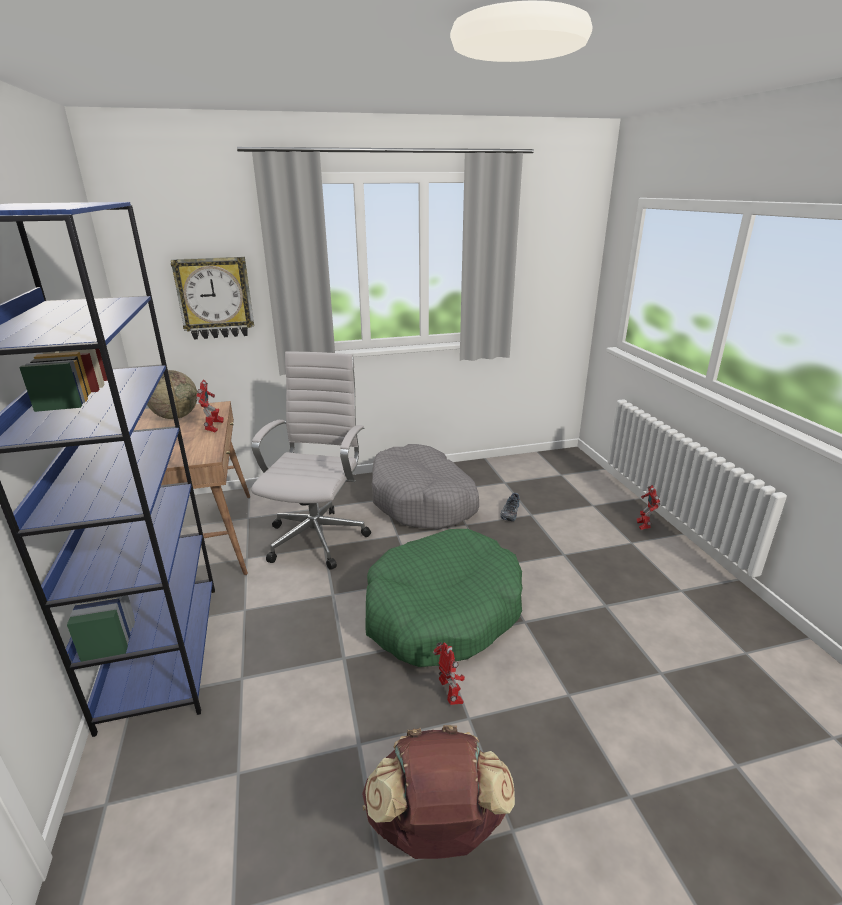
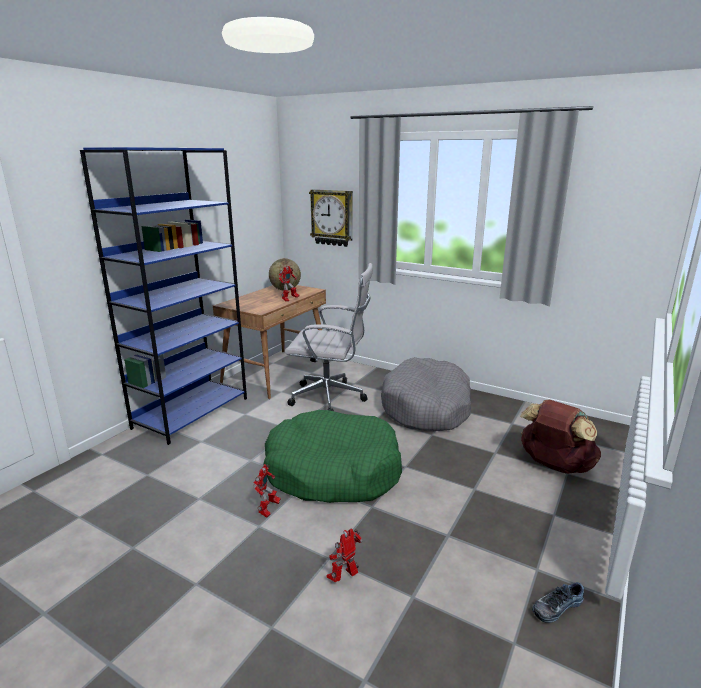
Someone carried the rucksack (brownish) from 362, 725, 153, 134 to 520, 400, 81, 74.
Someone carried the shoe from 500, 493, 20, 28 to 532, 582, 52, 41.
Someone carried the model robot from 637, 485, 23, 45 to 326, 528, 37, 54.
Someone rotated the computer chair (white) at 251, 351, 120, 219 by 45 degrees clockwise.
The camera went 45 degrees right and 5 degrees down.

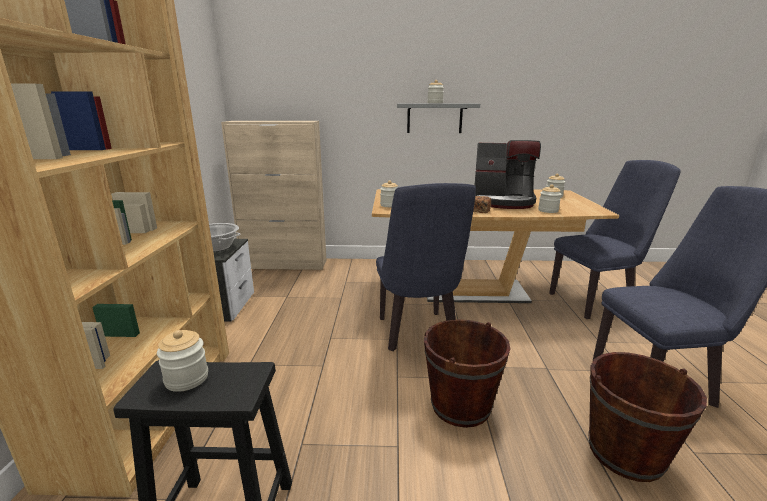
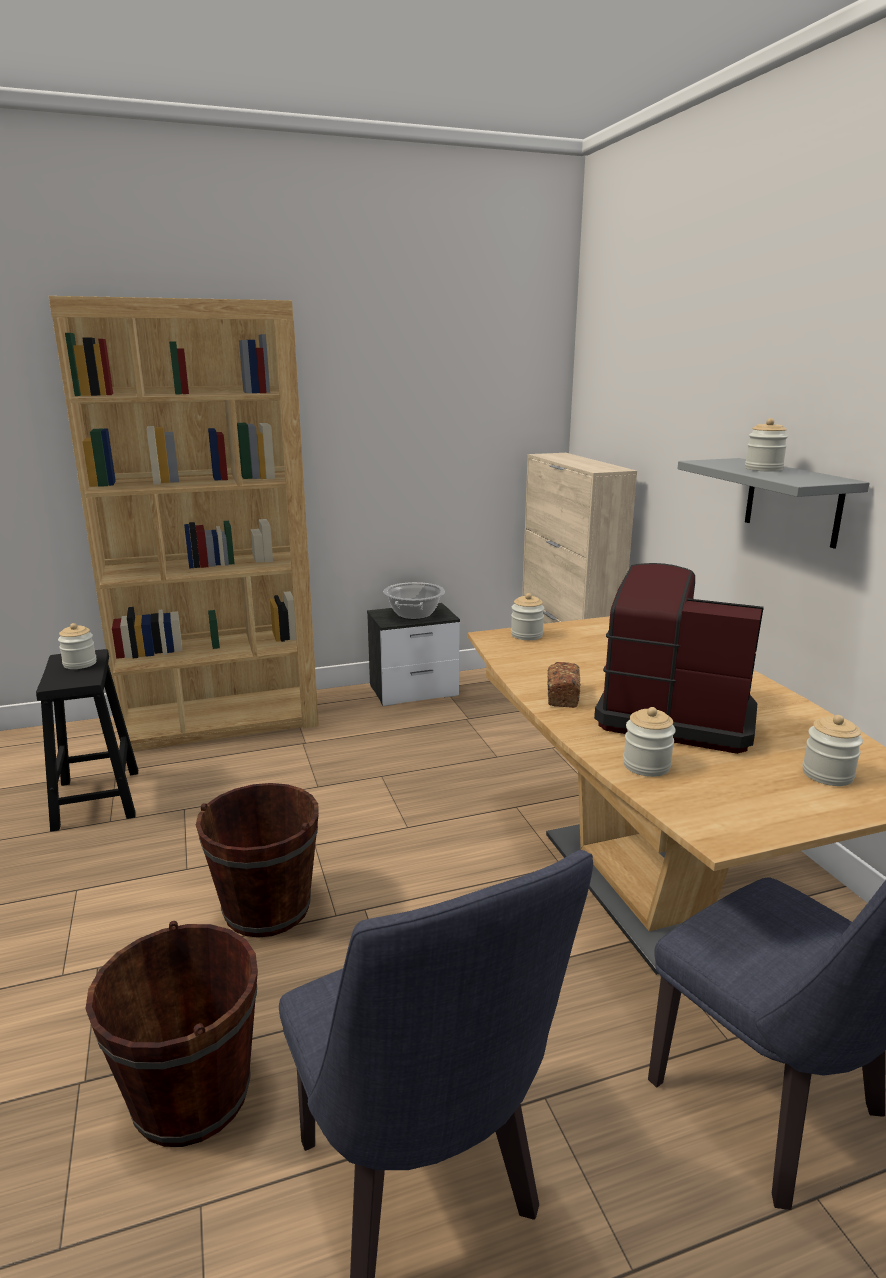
Someone took away the plain chair (blue) at 376, 183, 100, 168.
Someone rotated the coffee maker at 475, 140, 66, 69 by 120 degrees clockwise.
The camera went 70 degrees right and 0 degrees up.

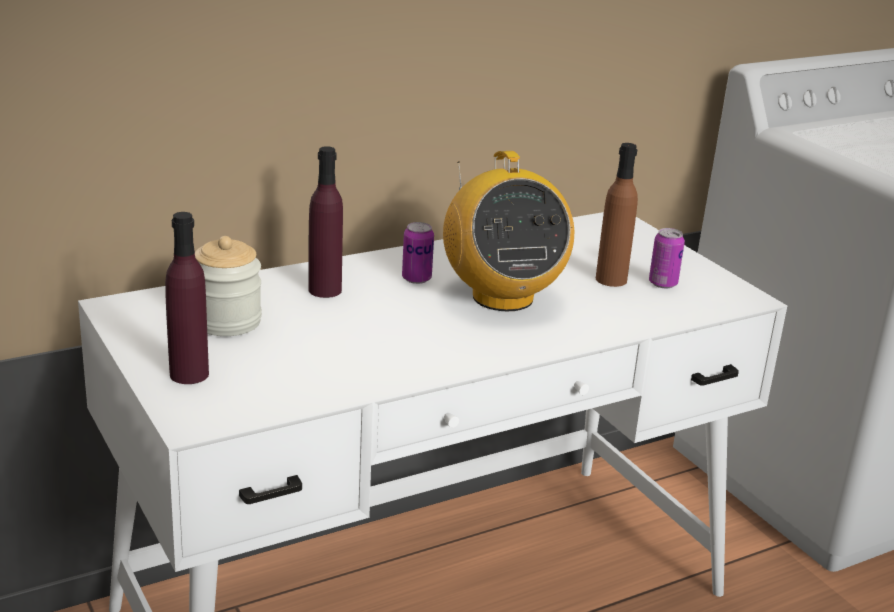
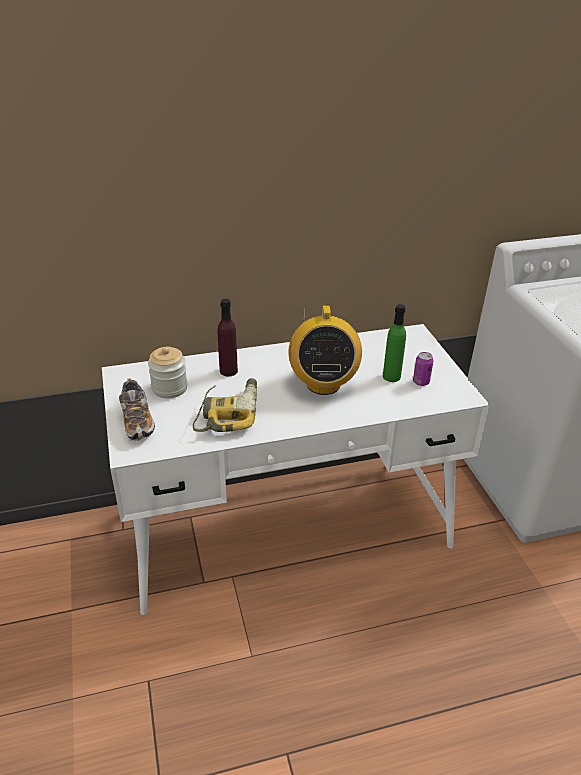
Someone took away the can at 402, 222, 32, 62.
Someone put down the power drill at 193, 378, 64, 54.
Someone swapped the bottle (purple-coloured) at 165, 212, 44, 172 for the shoe at 119, 378, 36, 63.
Someone repainted the bottle (brownish) at 596, 143, 42, 144, which became the bottle (greenish) at 383, 304, 23, 78.
The camera went 15 degrees right and 10 degrees up.

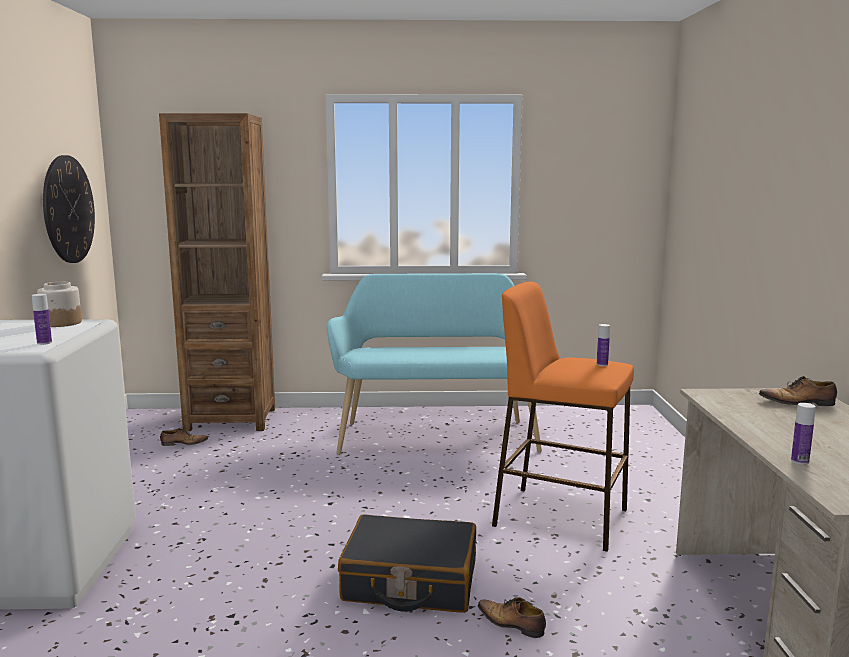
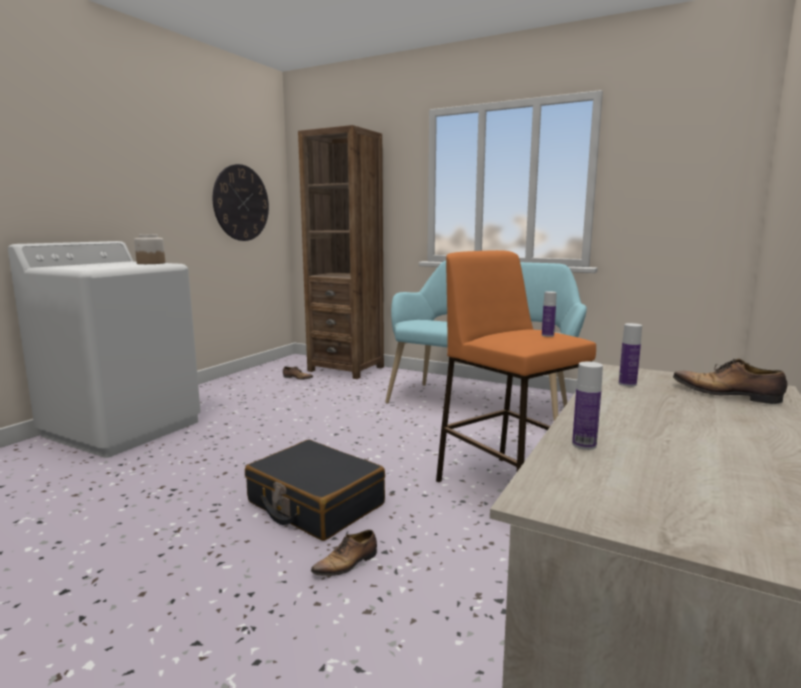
Someone carried the bottle from 32, 294, 20, 51 to 619, 323, 23, 64.
Someone rotated the shoe at 478, 597, 68, 41 by 105 degrees counterclockwise.
The camera went 30 degrees right and 0 degrees up.

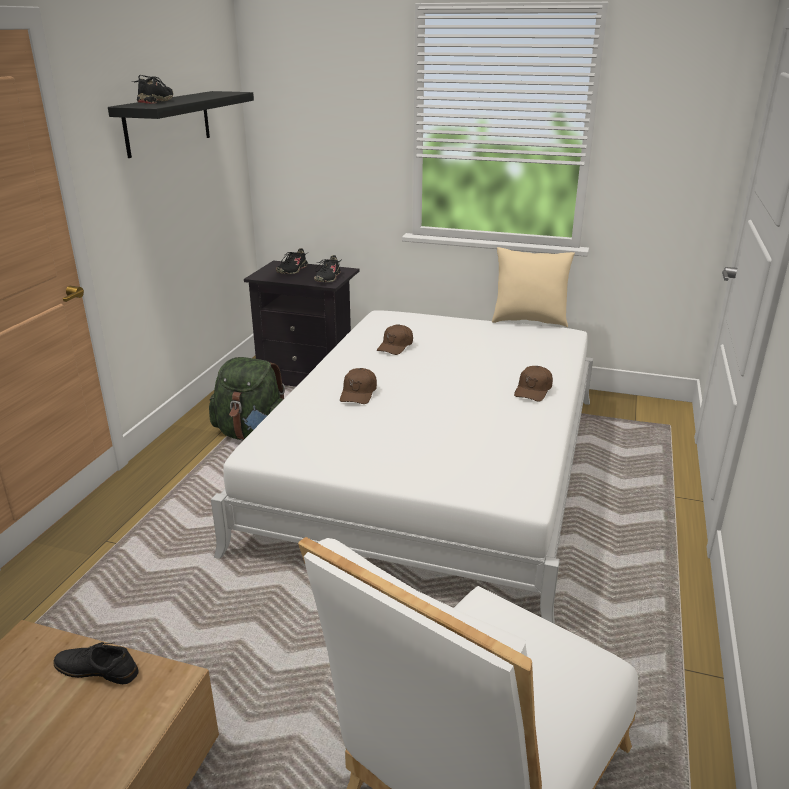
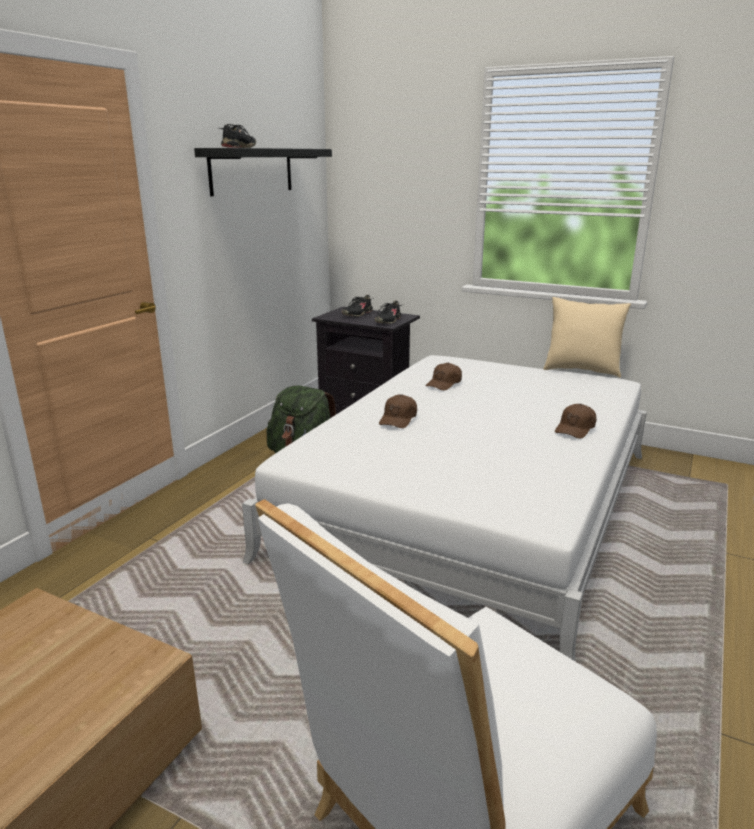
Someone took away the shoe (black-coloured) at 53, 642, 86, 42.
The camera went 10 degrees right and 5 degrees down.

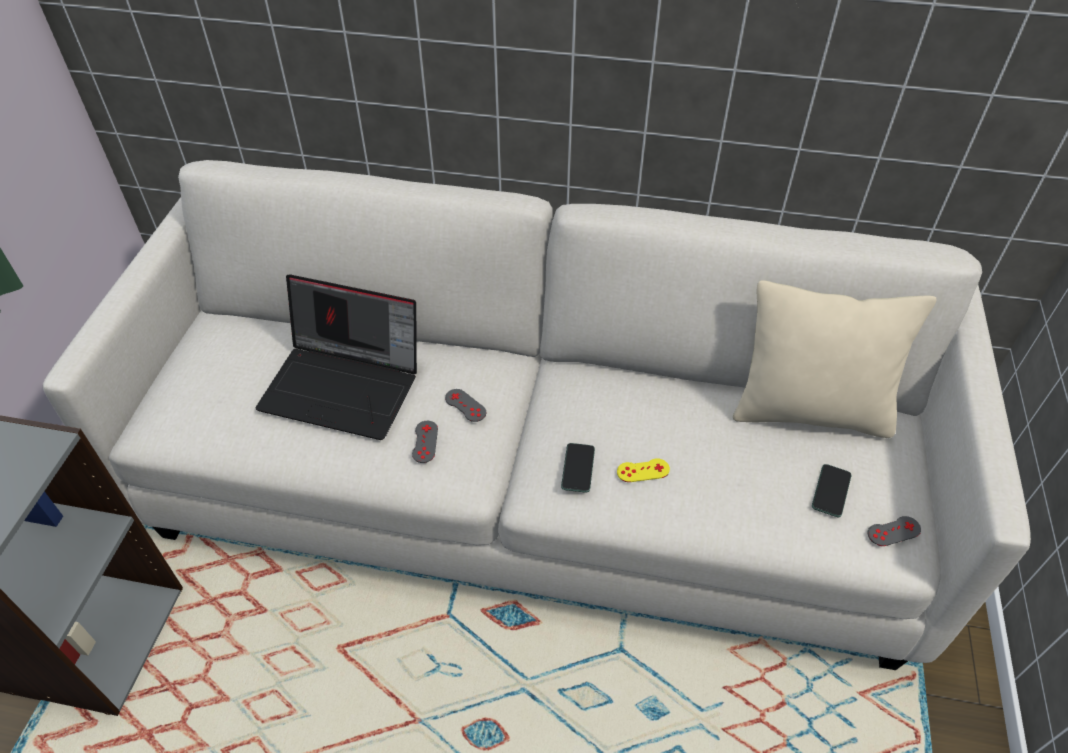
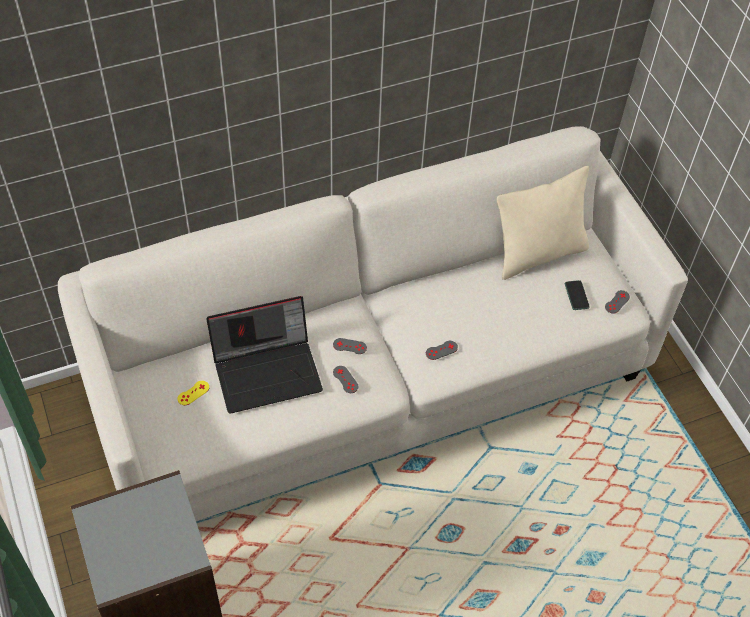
Someone carried the gamepad (yellow-coloured) from 617, 458, 53, 24 to 177, 381, 32, 24.
Someone swapped the telephone at 561, 443, 34, 50 for the gamepad (gray) at 426, 341, 32, 19.
The camera went 35 degrees left and 5 degrees up.

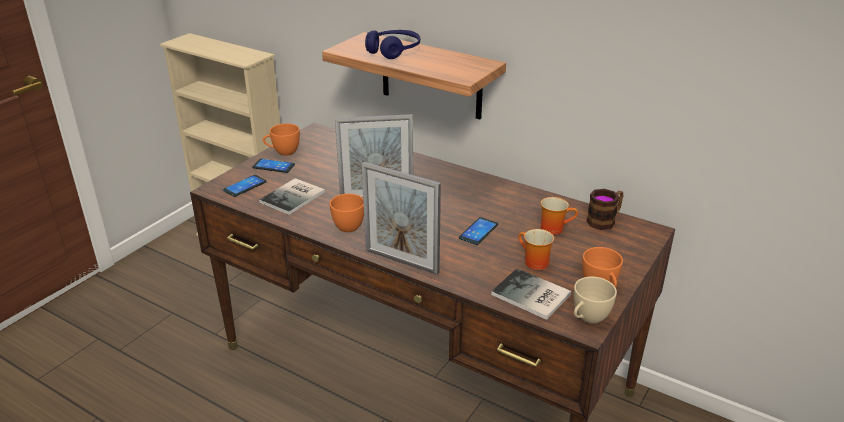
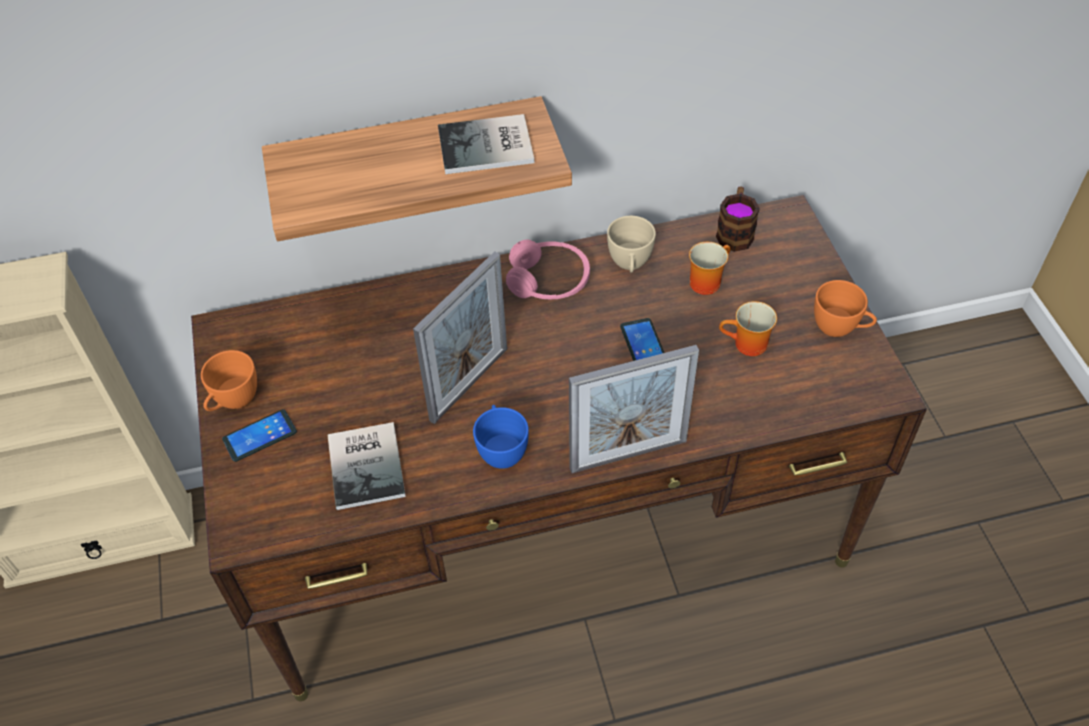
Someone took away the telephone at 223, 175, 44, 22.
Someone took away the headphones (blue) at 365, 30, 55, 29.
Someone put down the headphones (pink-coloured) at 506, 239, 84, 60.
Someone carried the volume from 491, 268, 81, 52 to 438, 114, 96, 60.
Someone carried the small cup (sand-coloured) from 574, 276, 43, 48 to 607, 216, 49, 57.
Someone repainted the small cup (orange) at 330, 194, 34, 38, which became the small cup (blue) at 473, 405, 56, 64.
The camera went 45 degrees left and 20 degrees up.

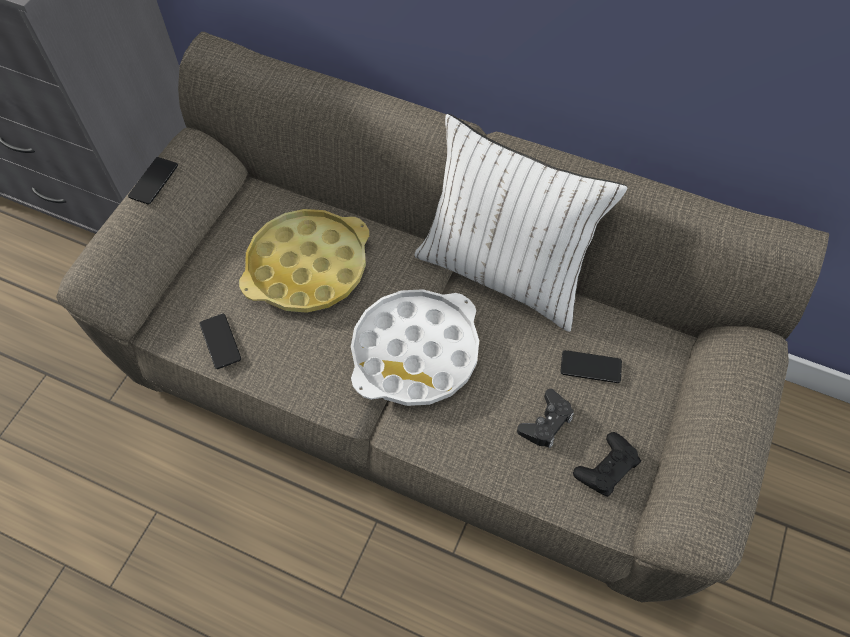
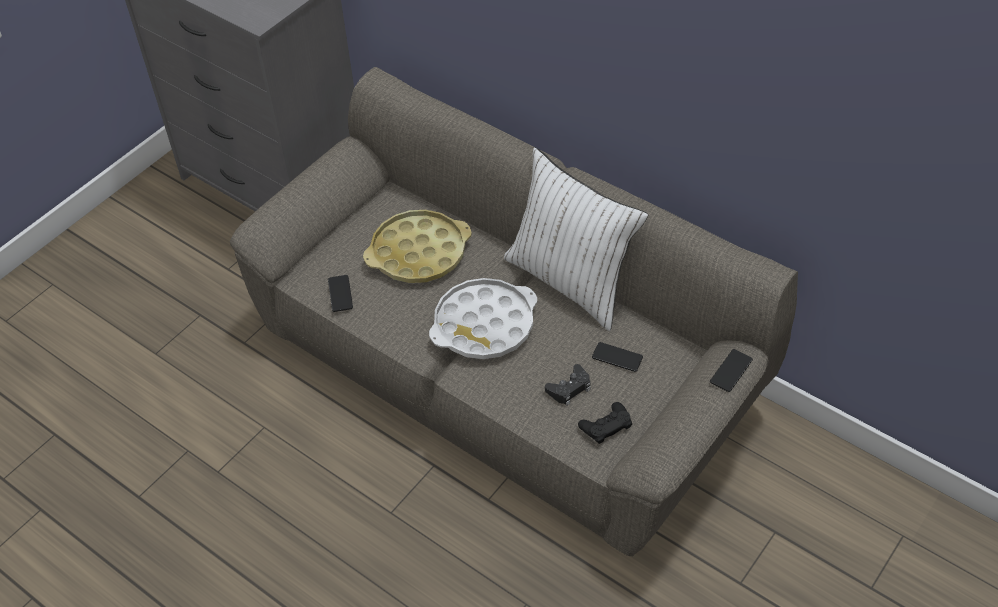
Someone carried the telephone from 128, 157, 50, 48 to 710, 349, 43, 43.
The camera went 15 degrees right and 10 degrees down.

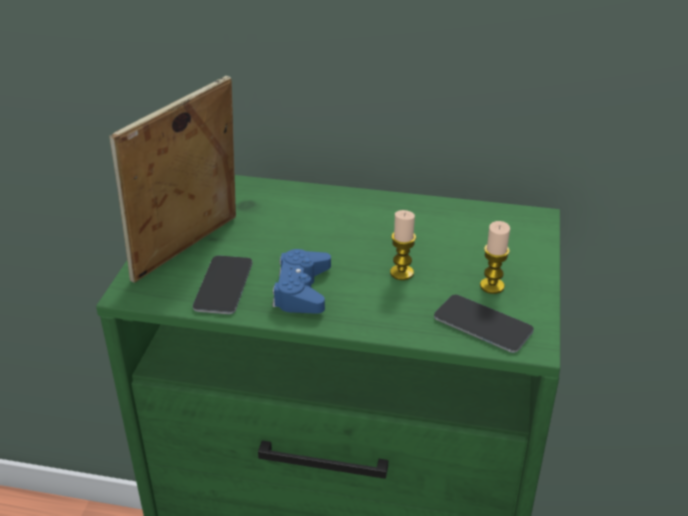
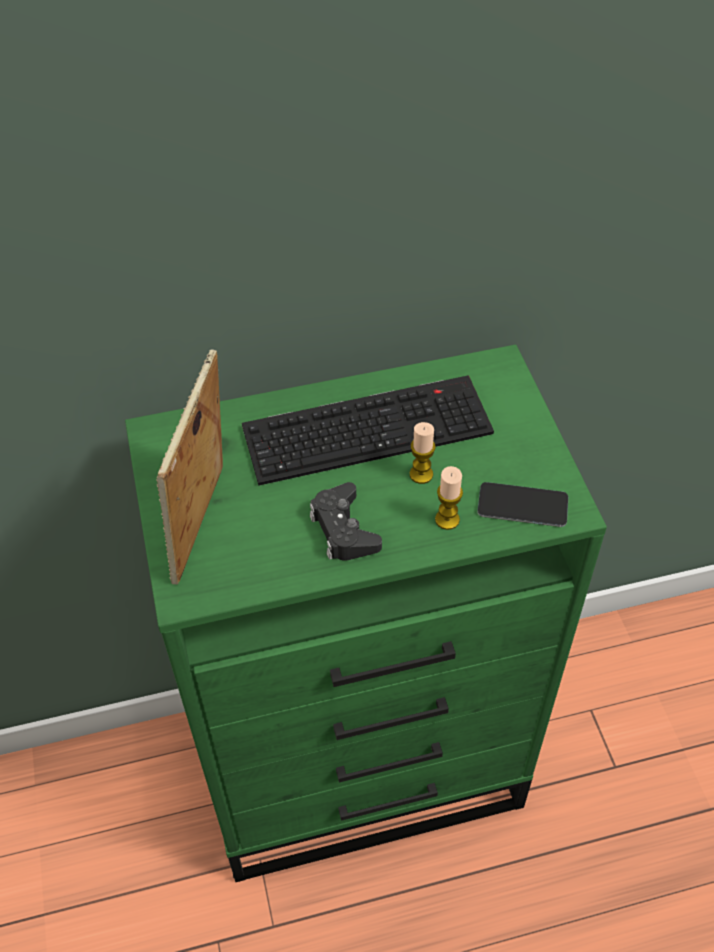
Someone took away the telephone at 193, 256, 59, 58.
Someone put down the PC keyboard at 242, 375, 252, 111.
Someone carried the wax candle from 480, 221, 30, 73 to 435, 466, 28, 64.
Someone repainted the gamepad (blue) at 272, 249, 59, 65, which became the gamepad (black-coloured) at 310, 482, 72, 79.
The camera went 25 degrees left and 15 degrees up.

